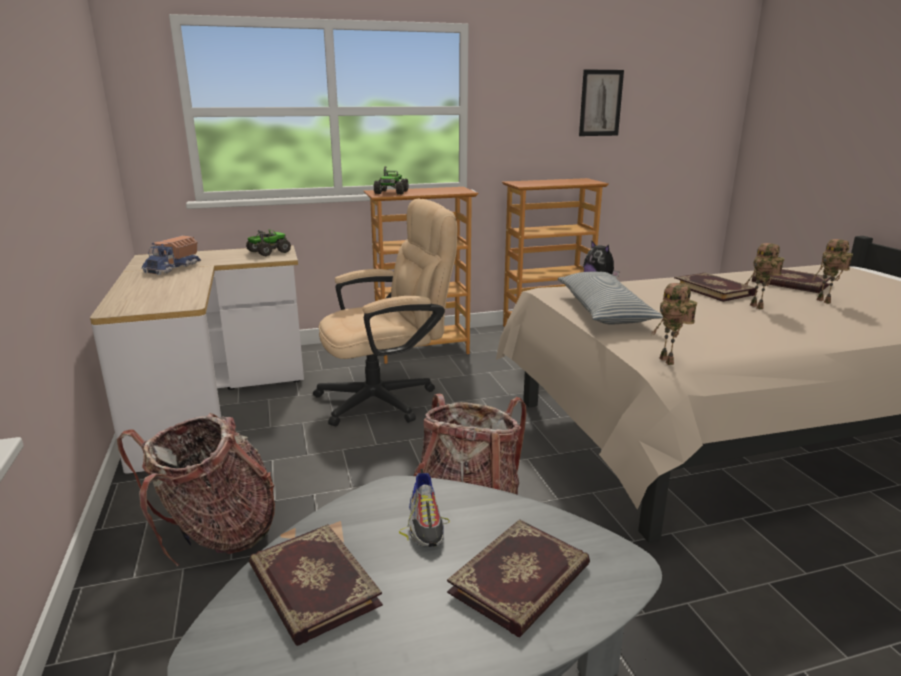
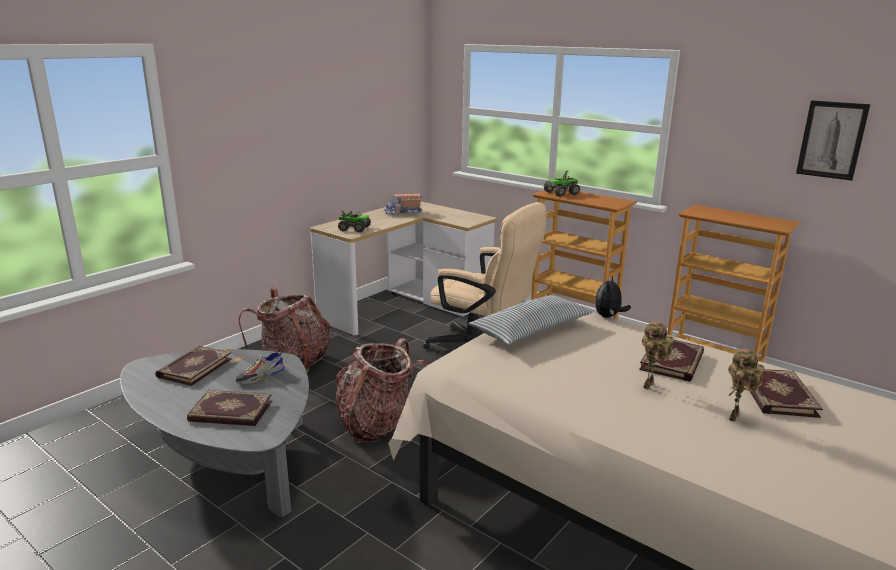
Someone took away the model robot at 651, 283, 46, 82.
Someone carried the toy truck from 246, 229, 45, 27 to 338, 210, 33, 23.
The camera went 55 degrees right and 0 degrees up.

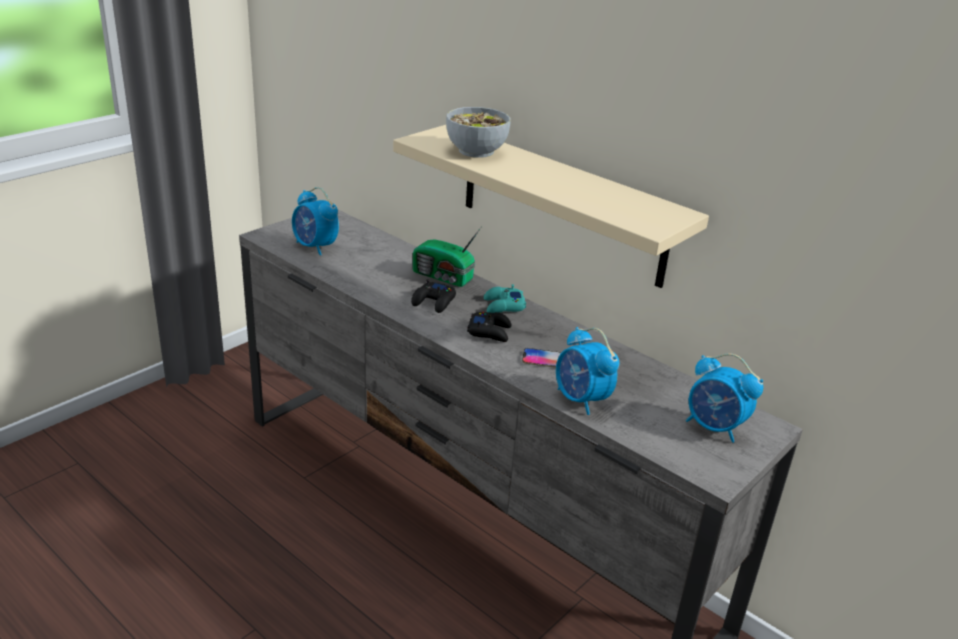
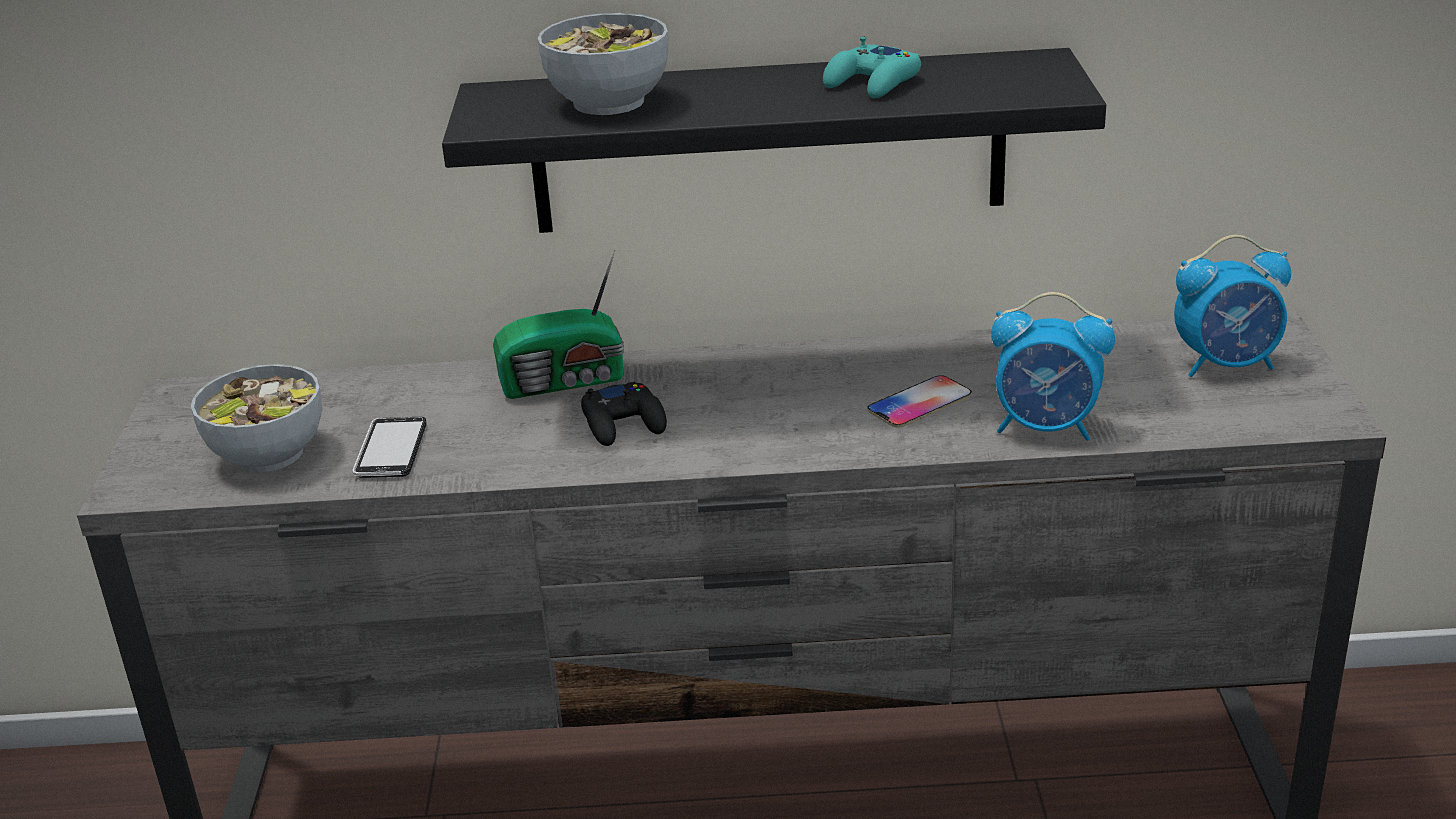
Someone took away the gamepad (black-coloured) at 467, 312, 44, 30.
Someone put down the telephone at 352, 417, 75, 61.
Someone carried the gamepad (blue-green) from 484, 284, 42, 29 to 823, 37, 98, 61.
Someone swapped the table clock at 292, 187, 47, 68 for the serving bowl at 191, 364, 131, 109.
Someone repainted the shelf (sand-coloured) at 393, 125, 316, 163, which became the shelf (black-coloured) at 442, 48, 664, 185.
The camera went 40 degrees left and 0 degrees up.

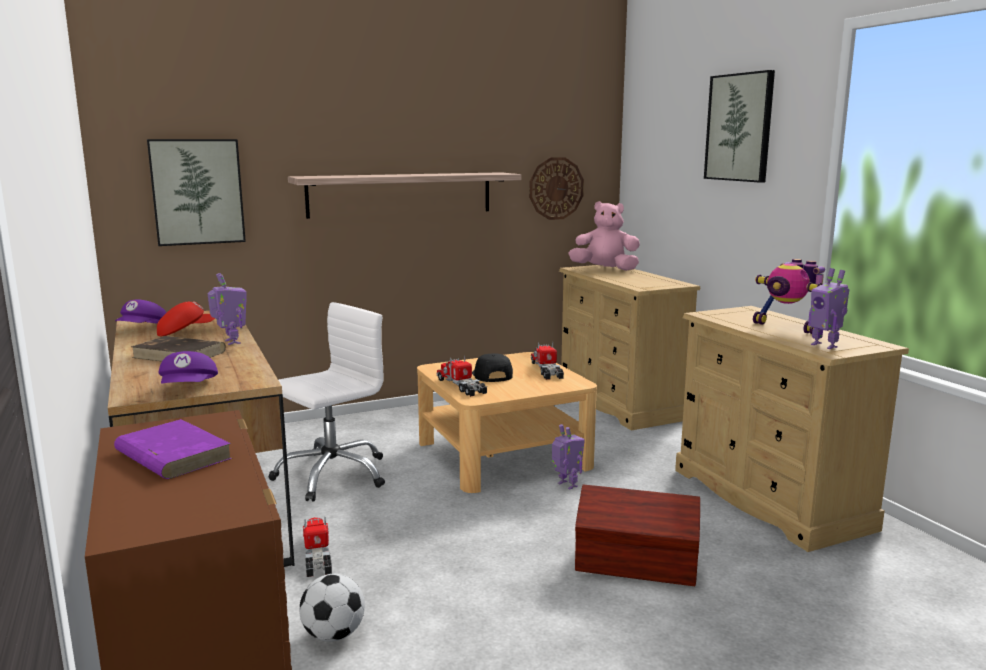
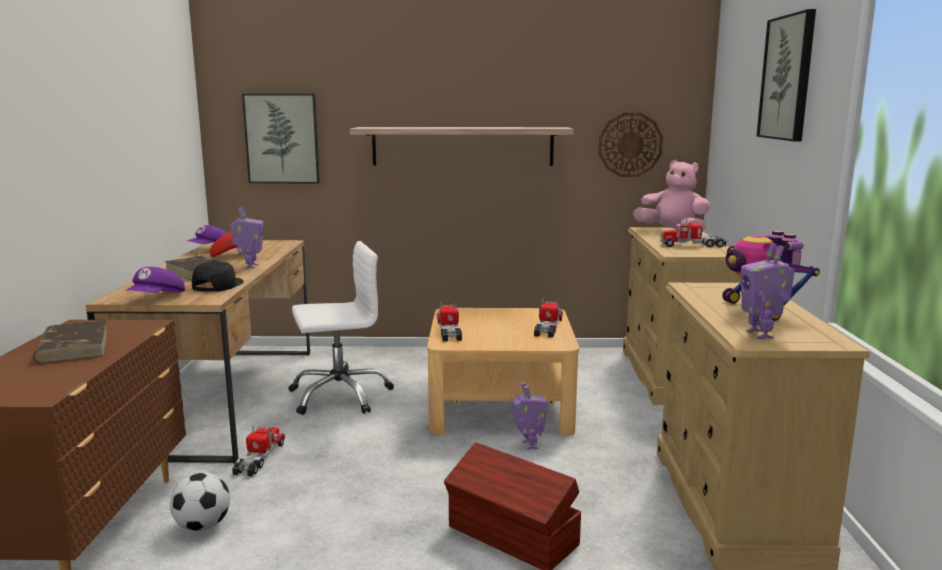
Someone put down the toy truck at 660, 218, 66, 29.
Someone carried the cap (black-coloured) from 472, 353, 41, 29 to 192, 262, 52, 30.
Someone repainted the volume (purple-coloured) at 114, 419, 118, 60, which became the volume (brownish) at 34, 320, 74, 43.
The camera went 25 degrees right and 0 degrees up.

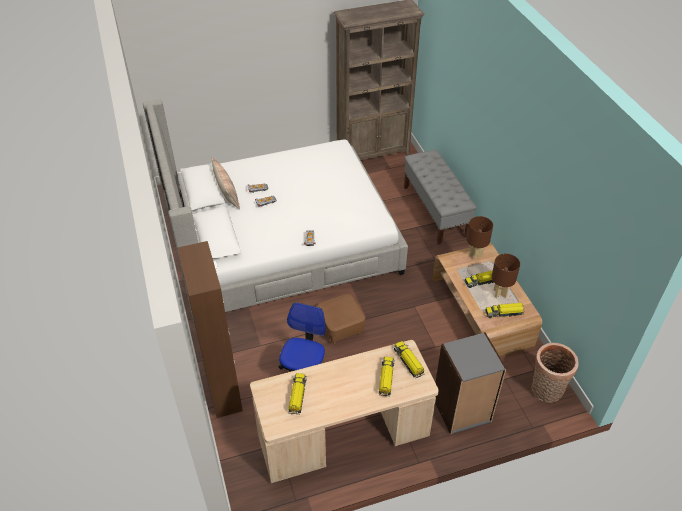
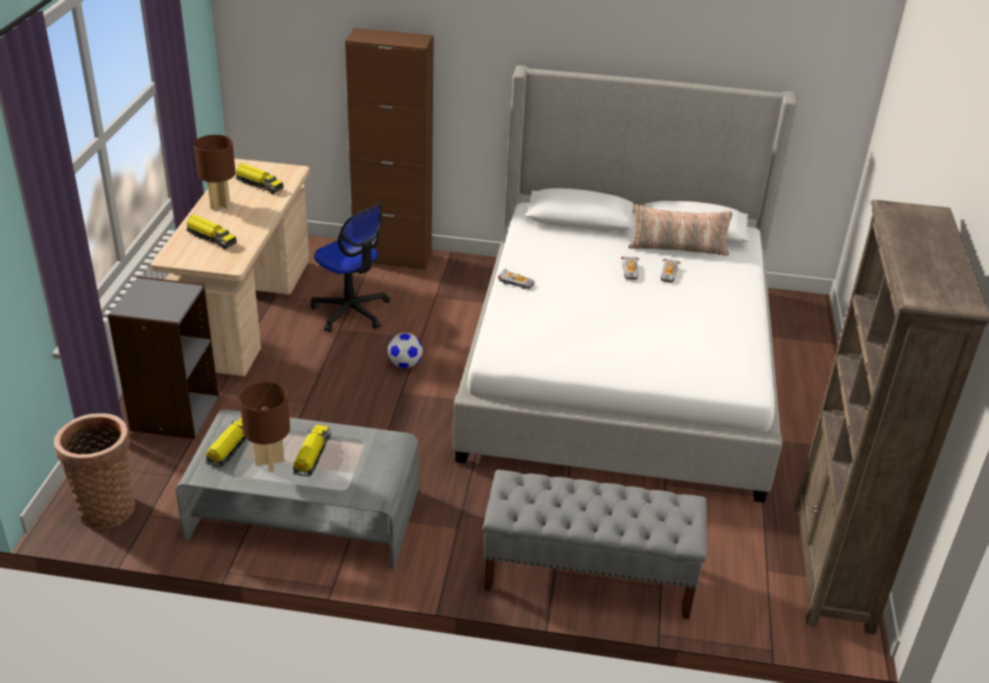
Someone took away the toy truck at 394, 341, 30, 37.
Someone carried the lamp for a table (brownish) from 467, 216, 26, 45 to 194, 135, 42, 75.
Someone swapped the footrest (brownish) at 317, 294, 48, 50 for the ball for football at 387, 333, 36, 35.
Someone repainted the coffee table (brownish) at 432, 243, 110, 113, which became the coffee table (gray) at 176, 409, 242, 161.
The camera went 115 degrees right and 10 degrees down.

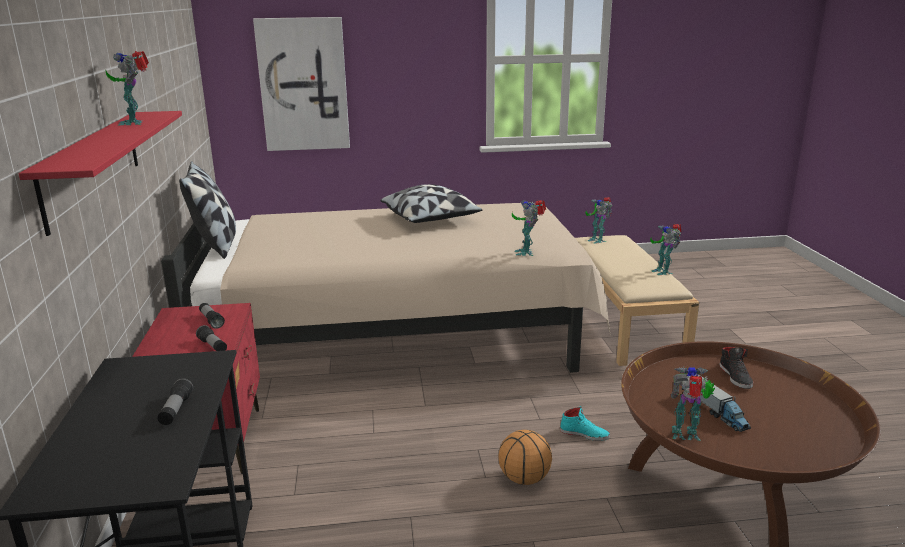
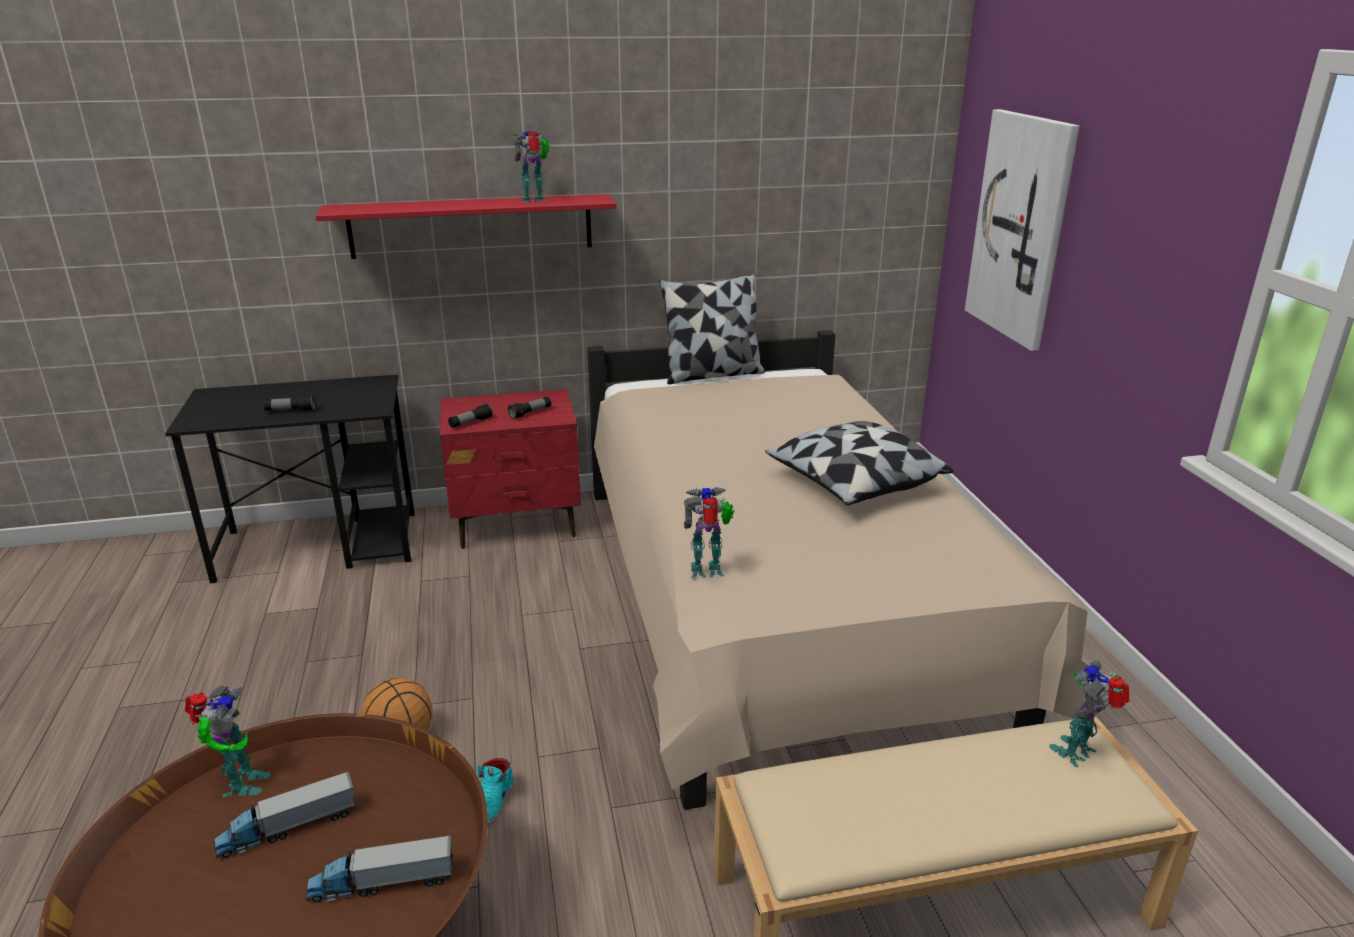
Someone took away the model robot at 650, 224, 31, 51.
Someone swapped the shoe (black-coloured) at 720, 347, 33, 42 for the toy truck at 306, 835, 147, 67.
The camera went 85 degrees right and 5 degrees up.

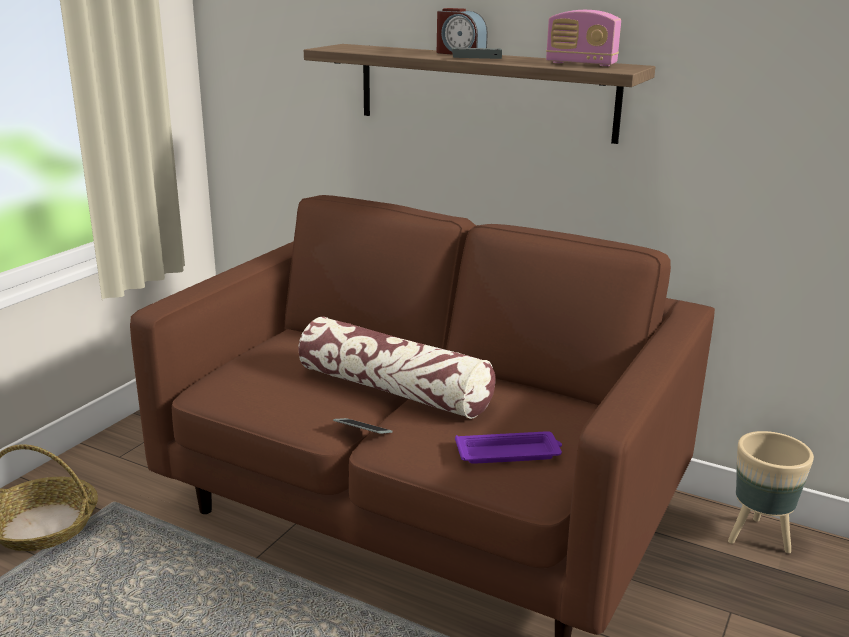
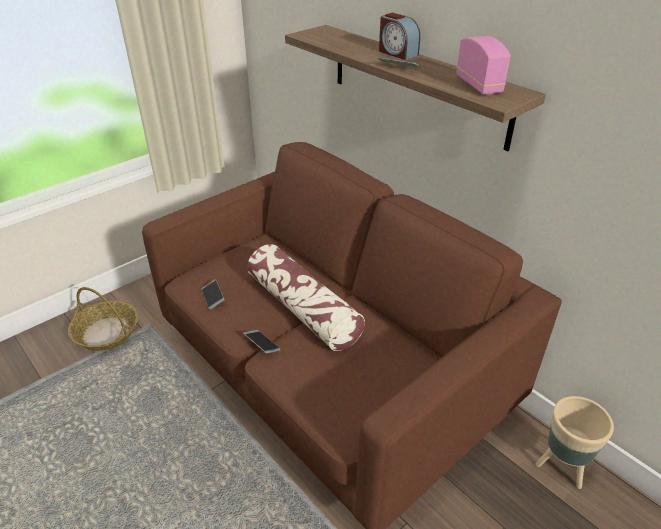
Someone took away the serving tray (purple-coloured) at 455, 431, 107, 33.
Someone put down the telephone at 201, 279, 24, 31.
Someone rotated the radio receiver at 546, 10, 75, 56 by 150 degrees counterclockwise.
The camera went 20 degrees right and 15 degrees up.

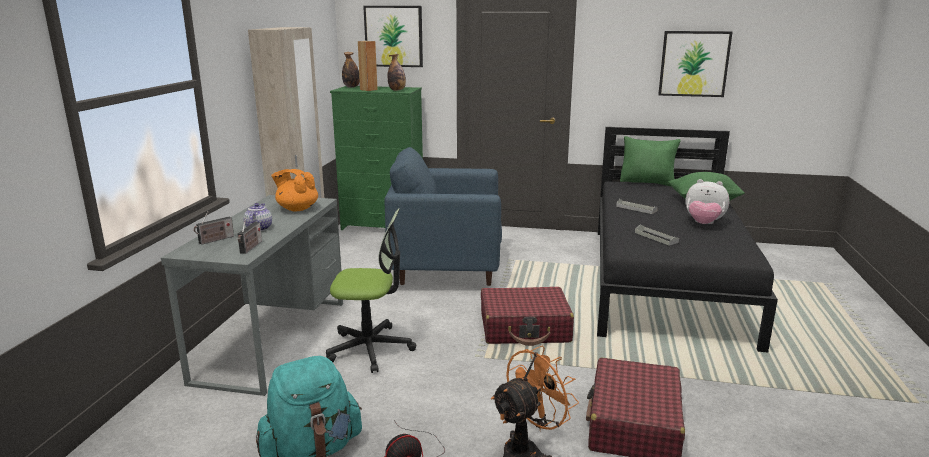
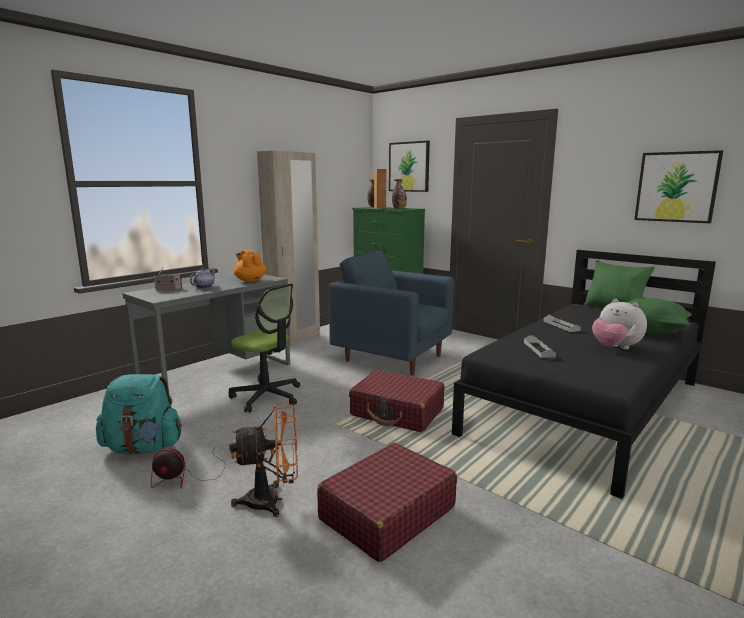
Someone took away the radio receiver at 238, 219, 24, 35.
The camera went 30 degrees right and 5 degrees down.

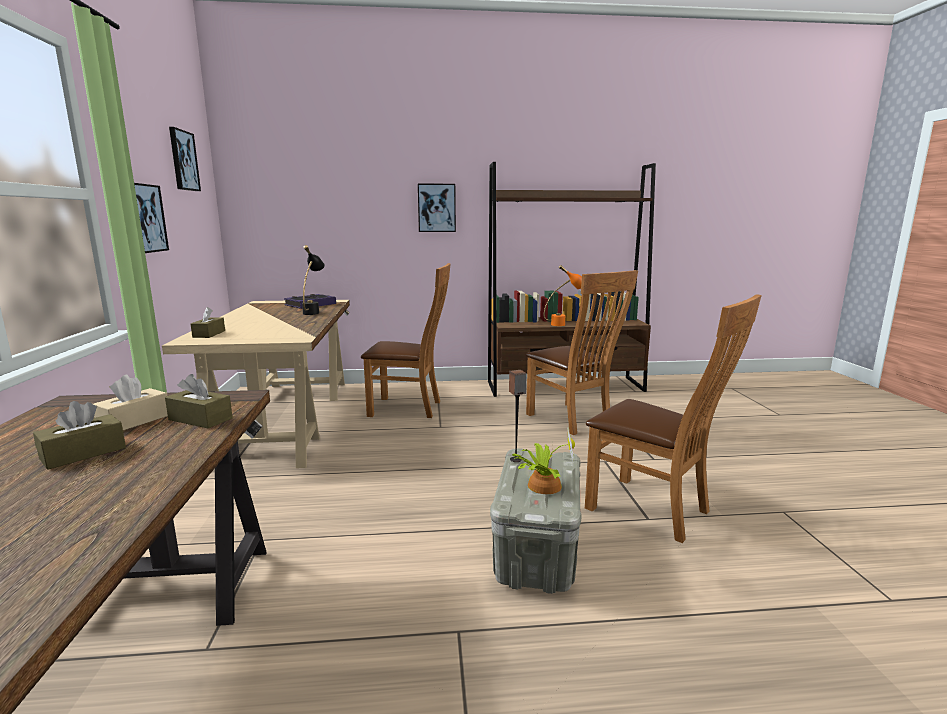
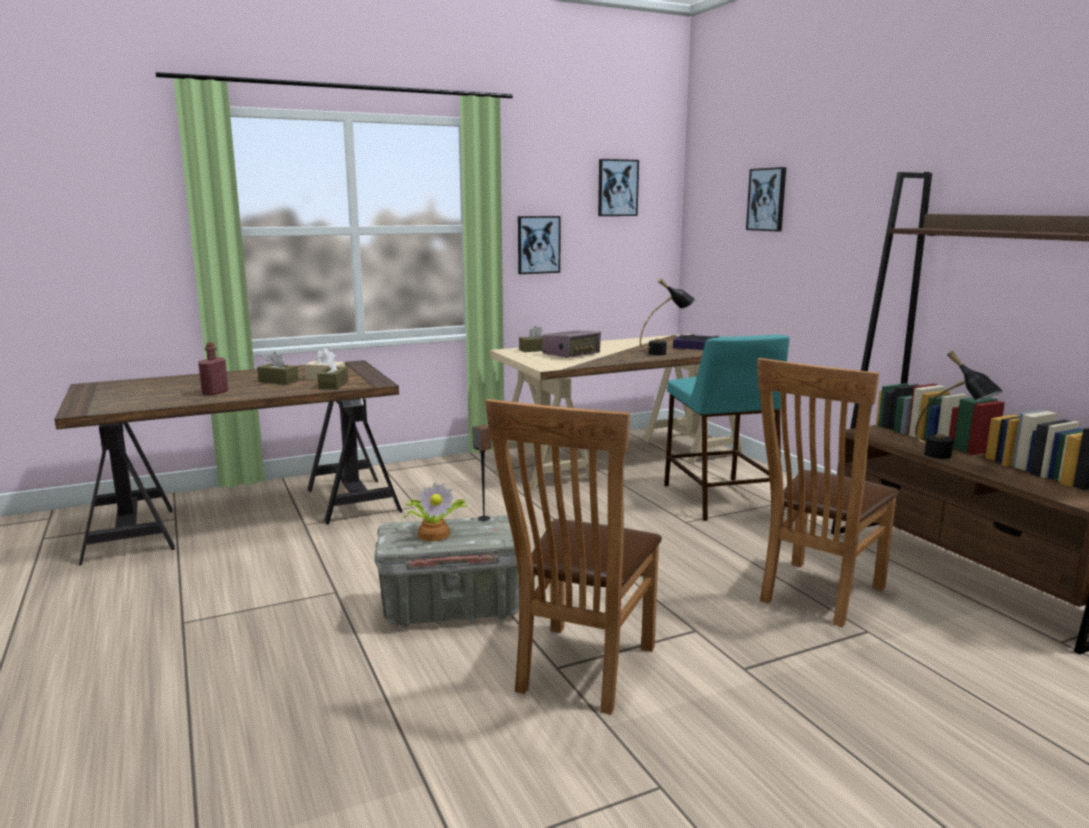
Someone put down the bottle (red) at 198, 342, 30, 54.
Someone put down the radio receiver at 542, 331, 59, 27.
Someone carried the picture from 418, 183, 38, 49 to 746, 167, 40, 65.
Someone swapped the plain chair (brownish) at 361, 263, 90, 155 for the stool seat (blue-green) at 664, 335, 125, 186.
Someone repainted the lamp for a table (orange) at 544, 265, 38, 61, which became the lamp for a table (black-coloured) at 915, 351, 88, 108.
The camera went 70 degrees right and 0 degrees up.

